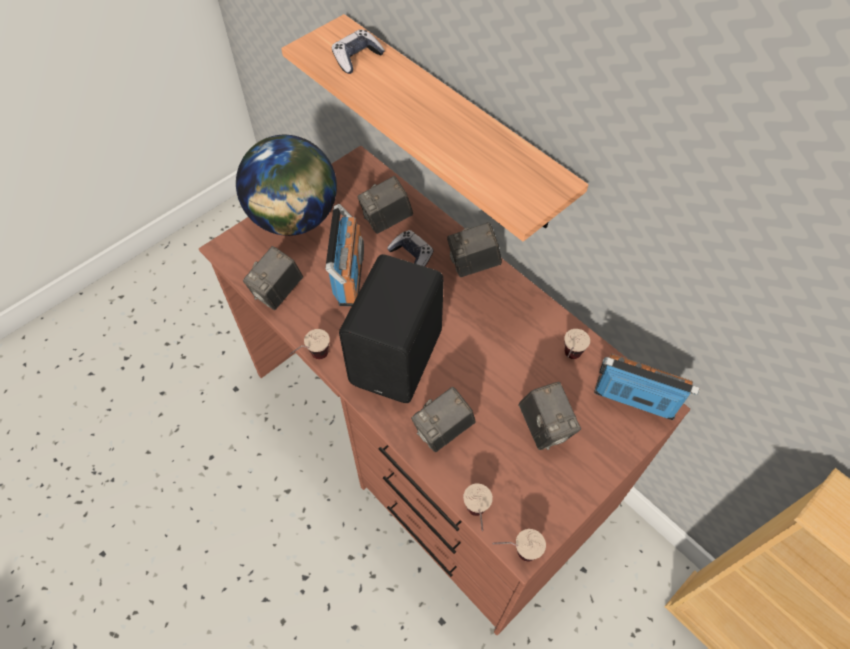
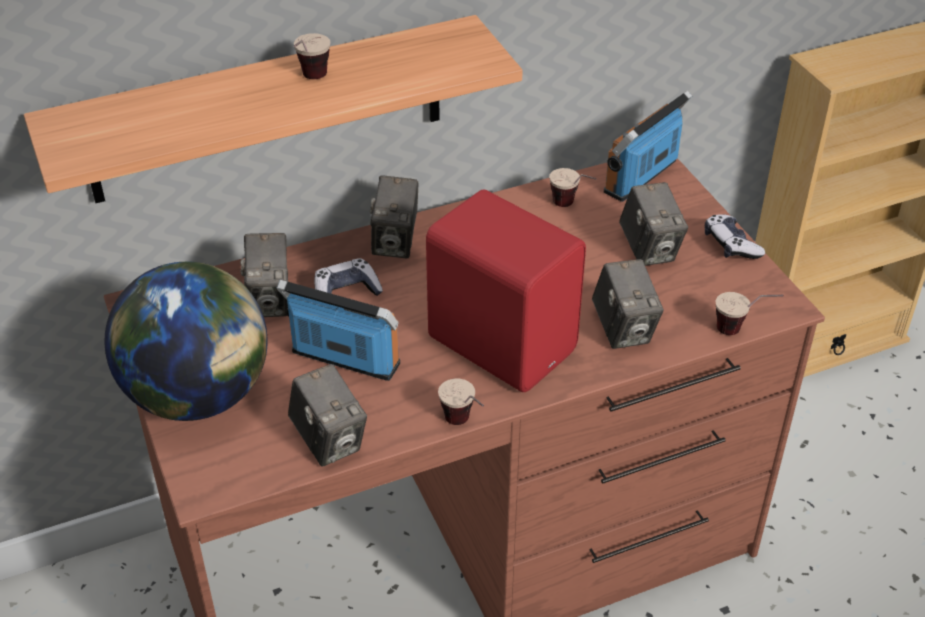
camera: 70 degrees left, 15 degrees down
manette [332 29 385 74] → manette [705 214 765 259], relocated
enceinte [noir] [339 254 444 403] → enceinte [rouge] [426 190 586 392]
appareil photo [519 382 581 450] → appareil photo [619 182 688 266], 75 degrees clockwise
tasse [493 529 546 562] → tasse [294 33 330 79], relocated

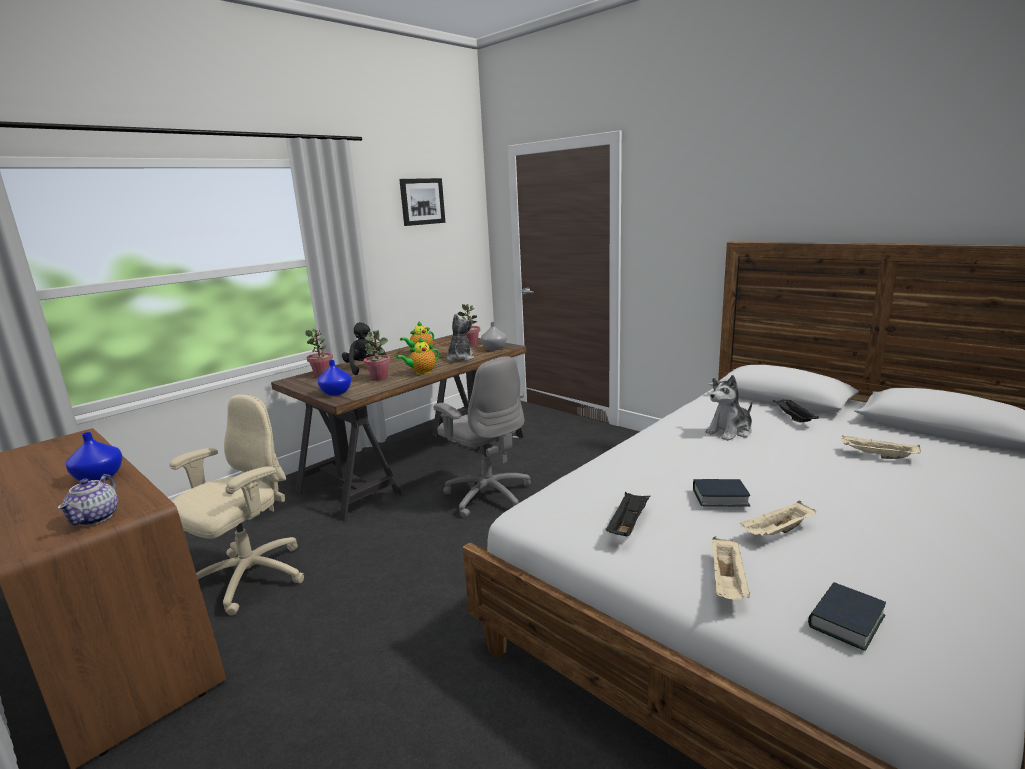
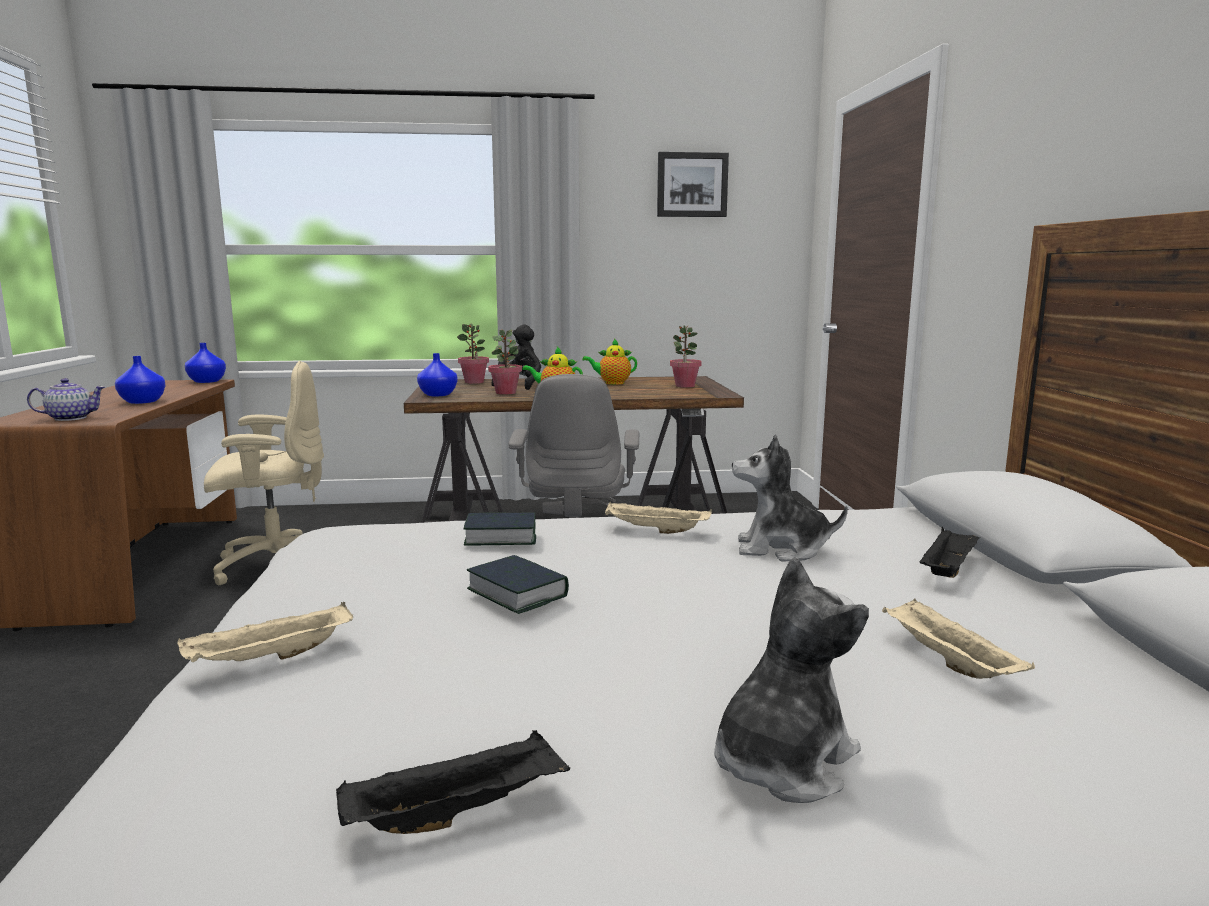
camera: 40 degrees right, 5 degrees down
peluche [447 314 474 361] → peluche [714 556 869 803], relocated
vase [gris] [481 322 507 351] → -
théière [57 474 118 526] → théière [27 378 105 421], 150 degrees counterclockwise
plateau [noir] [606 492 650 536] → plateau [noir] [336 730 570 834], relocated
plateau [beige] [740 501 816 537] → plateau [beige] [605 502 712 534], relocated
livre [808 582 886 651] → livre [464 512 536 545], relocated
- → vase [bleu] [185 343 226 383]

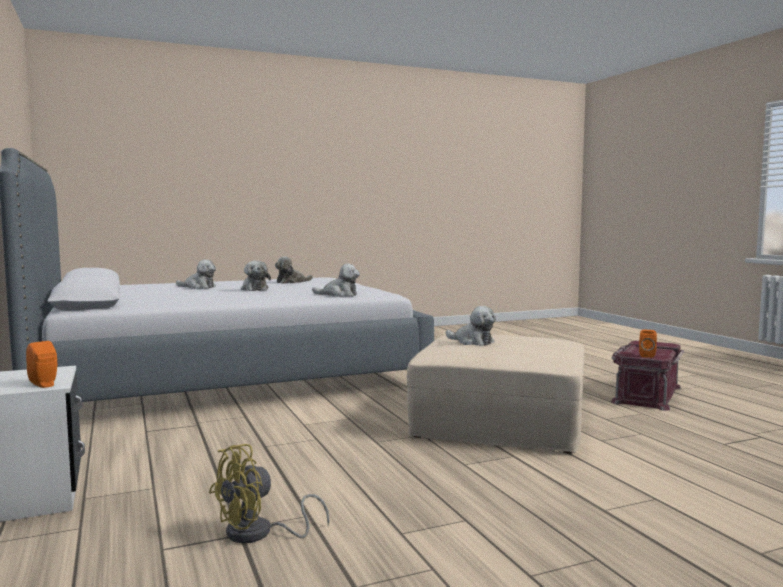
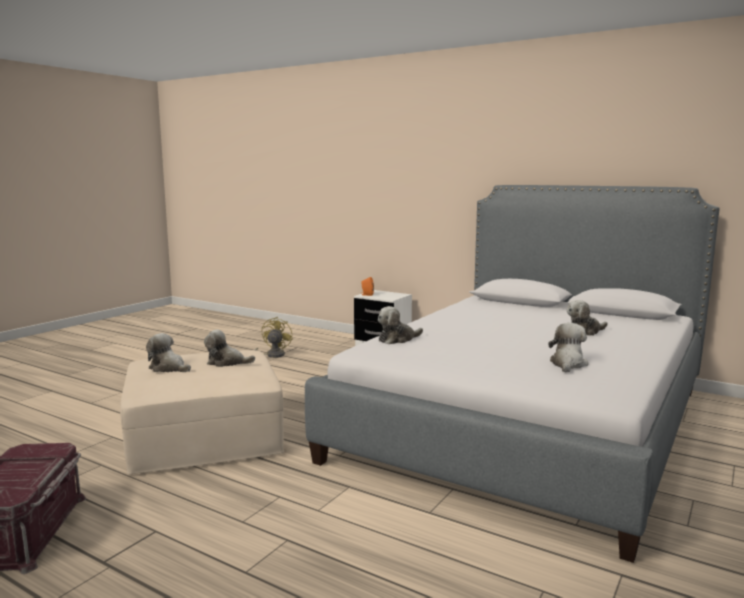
camera: 145 degrees right, 5 degrees up
peluche [241 261 271 291] → peluche [146 333 191 372], relocated
enceinte [orange] [639 330 657 358] → -

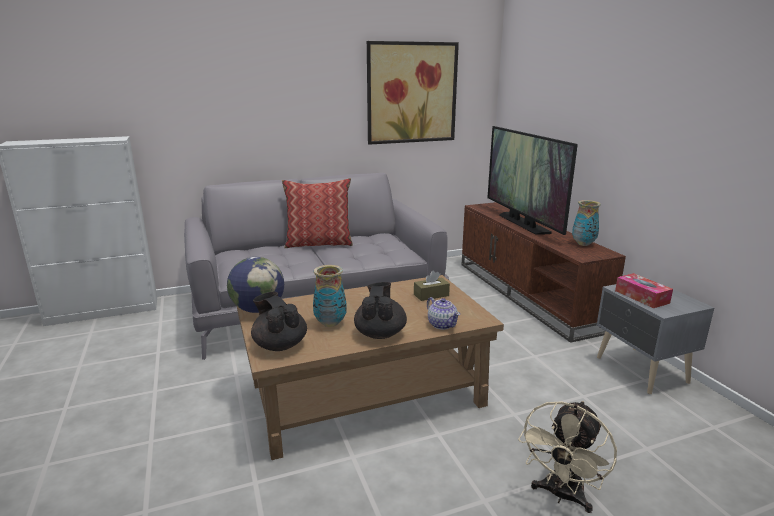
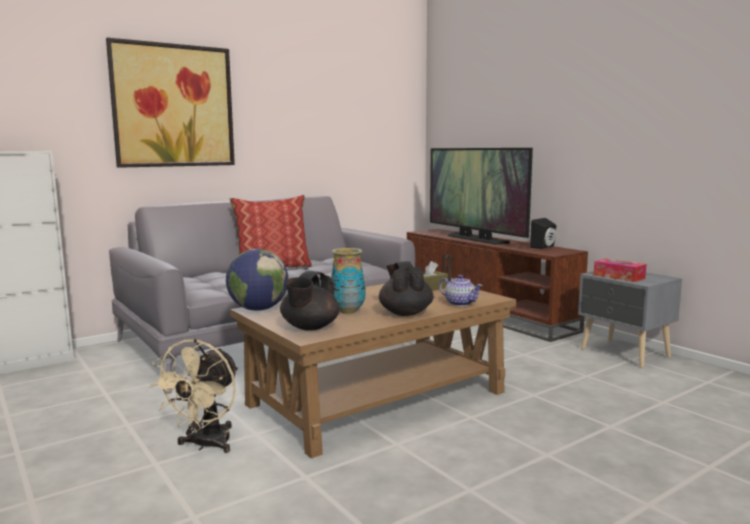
camera: 15 degrees left, 10 degrees down
tableau [367 41 459 145] → tableau [106 37 235 168], relocated
vase [572 200 601 246] → enceinte [noir] [530 218 556 249]
théière [noir] [251 292 307 351] → théière [noir] [280 271 340 331], 105 degrees counterclockwise
ventilateur [beige] [518 401 617 513] → ventilateur [beige] [149 339 239 453], relocated

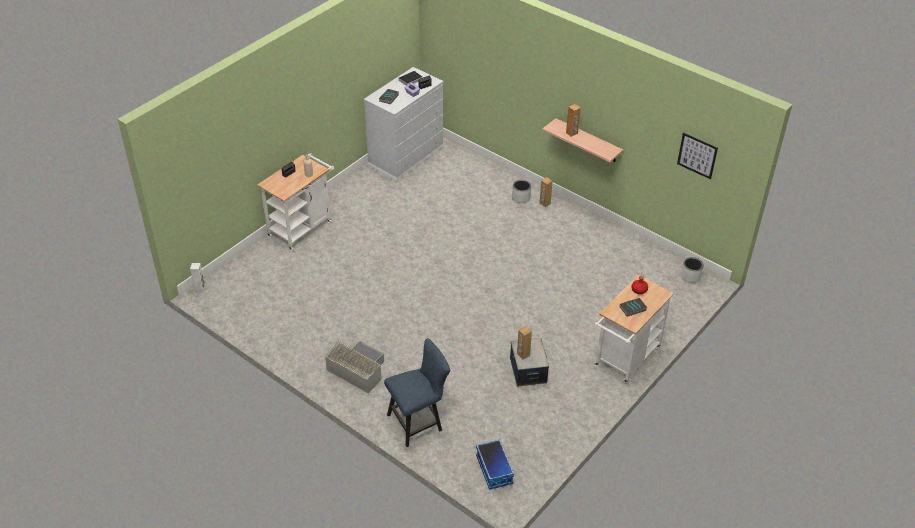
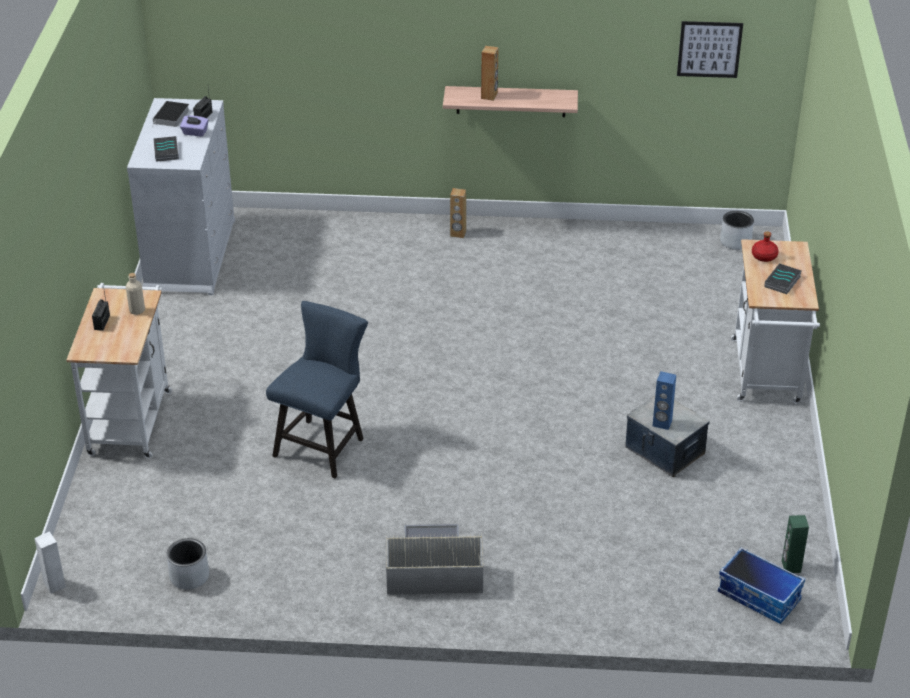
camera: 35 degrees left, 5 degrees down
cache-pot [gris] [512 180 531 203] → cache-pot [gris] [167 538 209 589], relocated
enceinte [marron] [517 326 532 360] → enceinte [bleu] [653 371 676 430]
chaise [bleu] [384 338 450 447] → chaise [bleu] [266 301 368 478], relocated
- → enceinte [vert] [782 515 809 573]

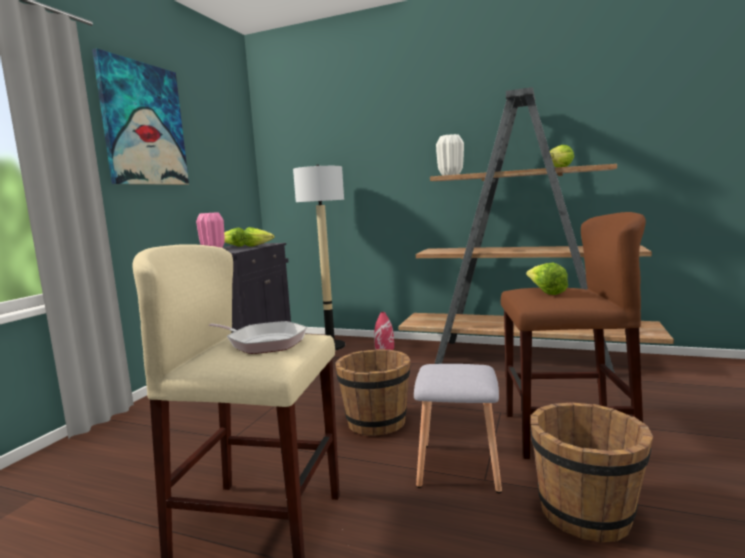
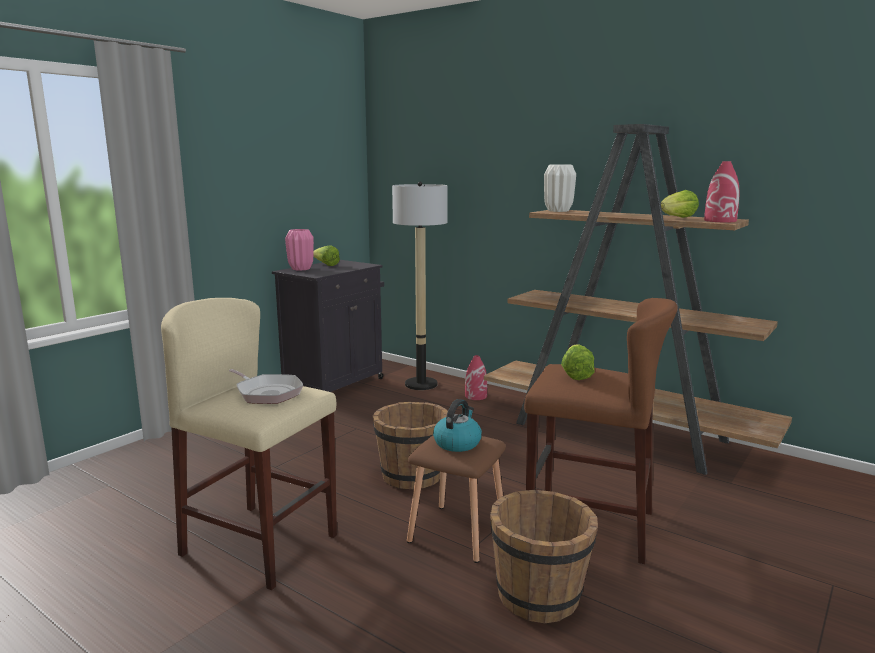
camera: 15 degrees right, 5 degrees up
tableau [92 48 189 185] → -
laitue [243 227 275 247] → -
tabouret [gris] [414 364 502 493] → tabouret [marron] [407 435 506 563]
- → vase [rouge] [704 161 740 222]
- → bouilloire [433 399 482 452]

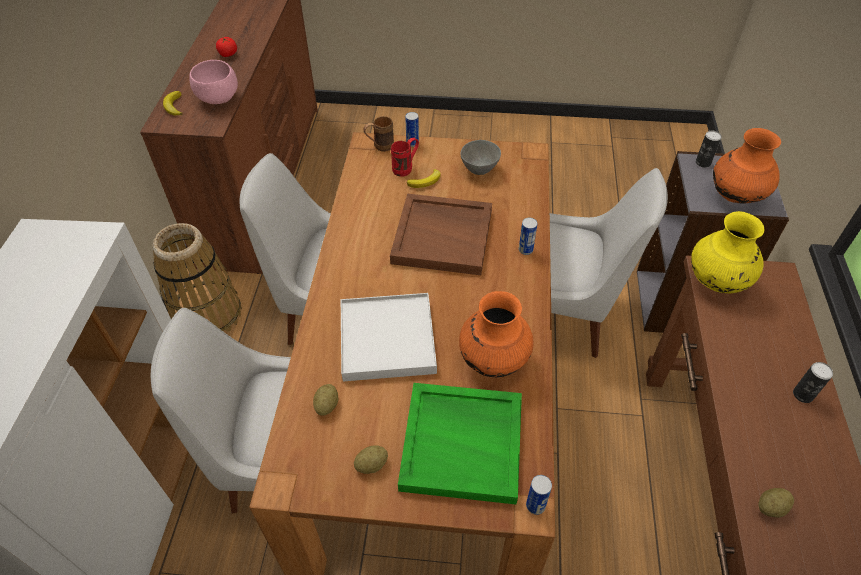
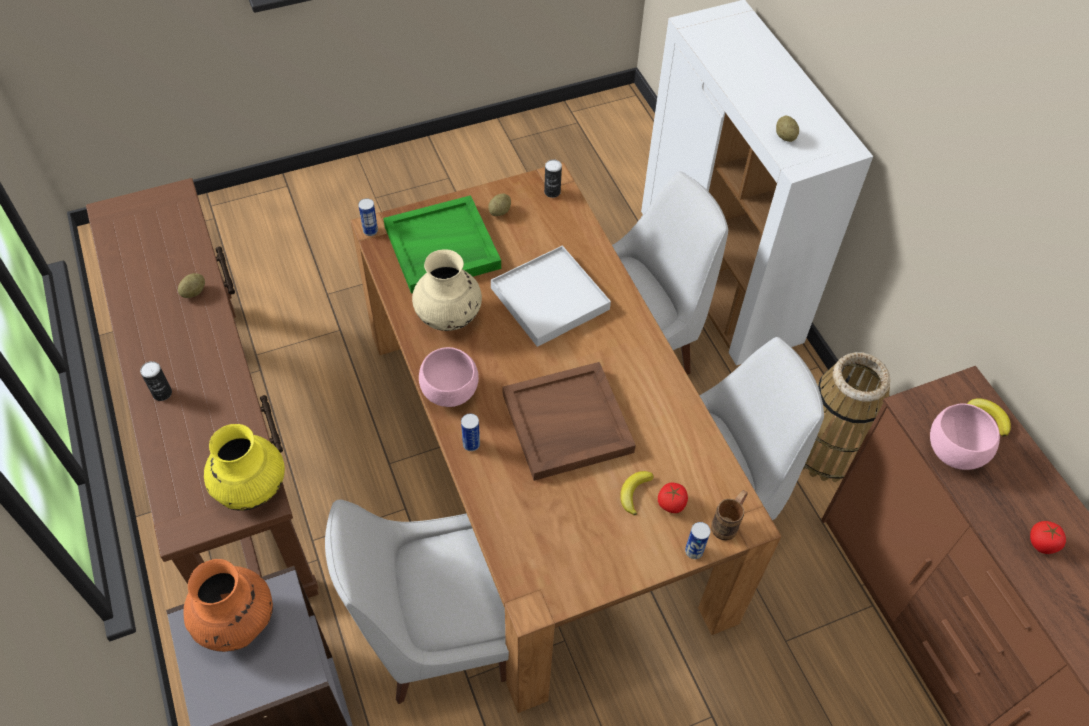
camera: 150 degrees right, 5 degrees up
boîte métallique [696 131 722 168] → boîte métallique [544 159 562 198], relocated
mug [rouge] [391 138 419 177] → tomate [658 482 688 513]
bol [gris] [460 140 501 175] → -
vase [orange] [459 291 533 377] → vase [beige] [412 249 482 331]
pomme de terre [313 384 338 416] → pomme de terre [776 116 799 142], relocated
- → bol [rose] [419 347 479 407]

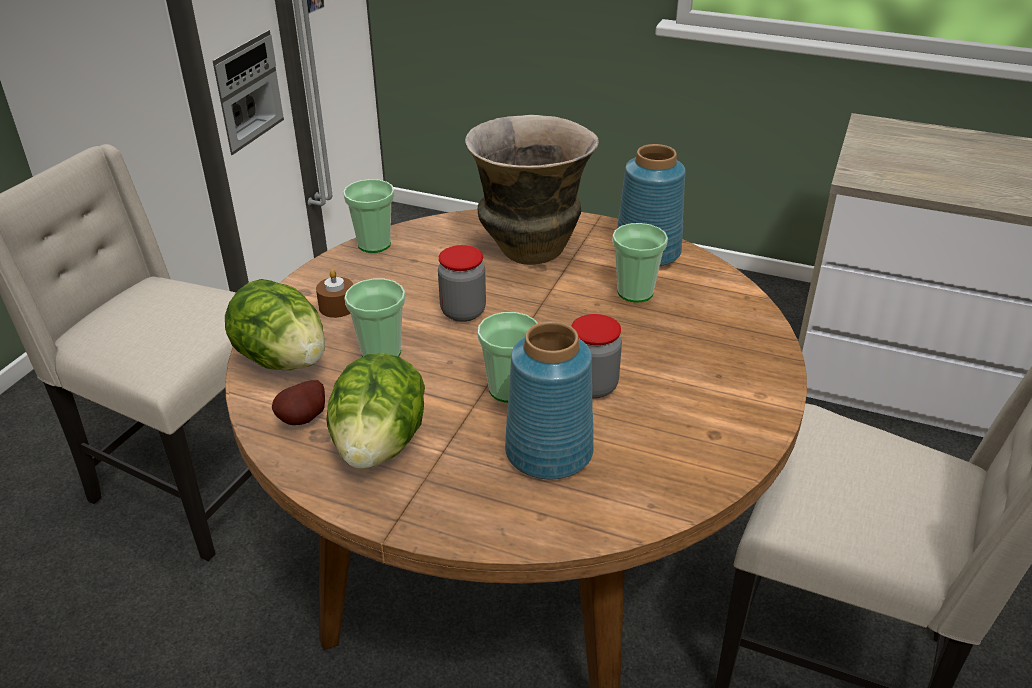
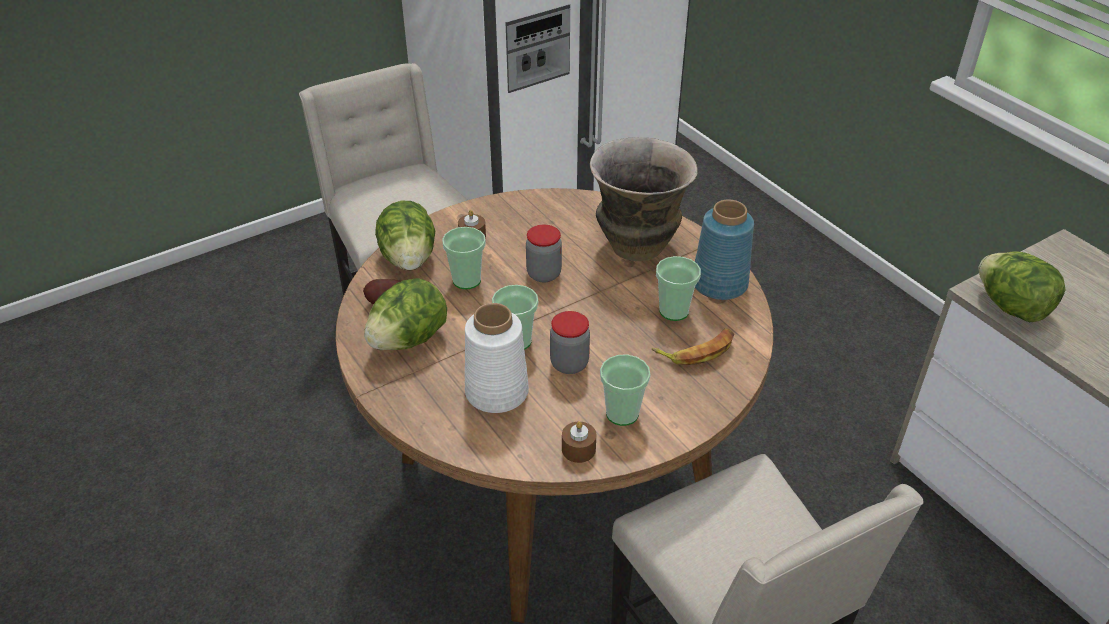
camera: 35 degrees right, 5 degrees up
tasse [343 179 395 253] → tasse [600 354 651 426], relocated
vase [bleu] [505 321 594 479] → vase [blanc] [465 303 529 413]
- → laitue [978 251 1065 322]
- → banane [652 328 734 365]
- → bougie [marron] [562 421 596 463]

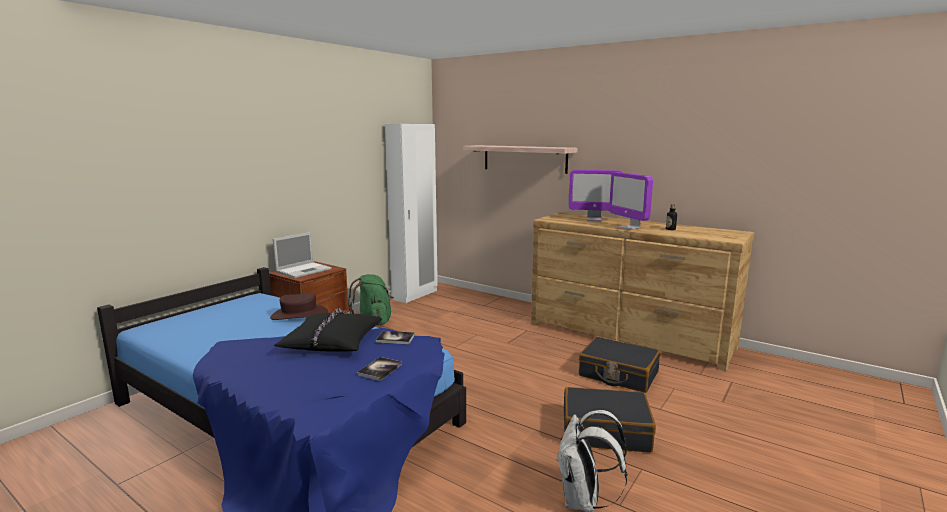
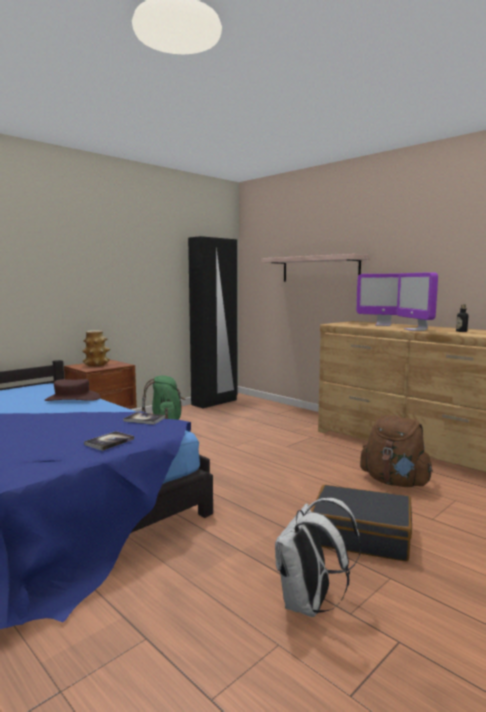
camera: 10 degrees right, 5 degrees down
armoire [blanc] [385 124 438 303] → armoire [noir] [188 236 237 408]
ordinateur portable [273 232 332 278] → vase [82 330 110 367]
coussin [noir] [274 308 382 352] → -
valise [noir] [579 337 660 393] → sac à dos [marron] [360 415 433 487]

